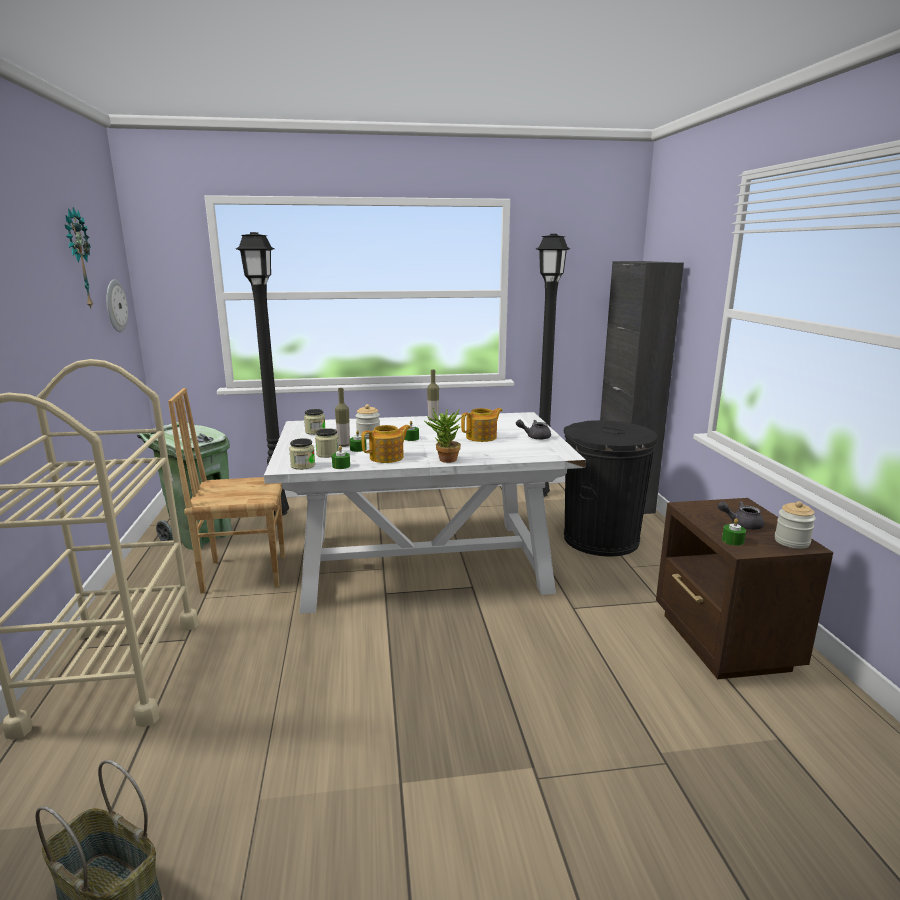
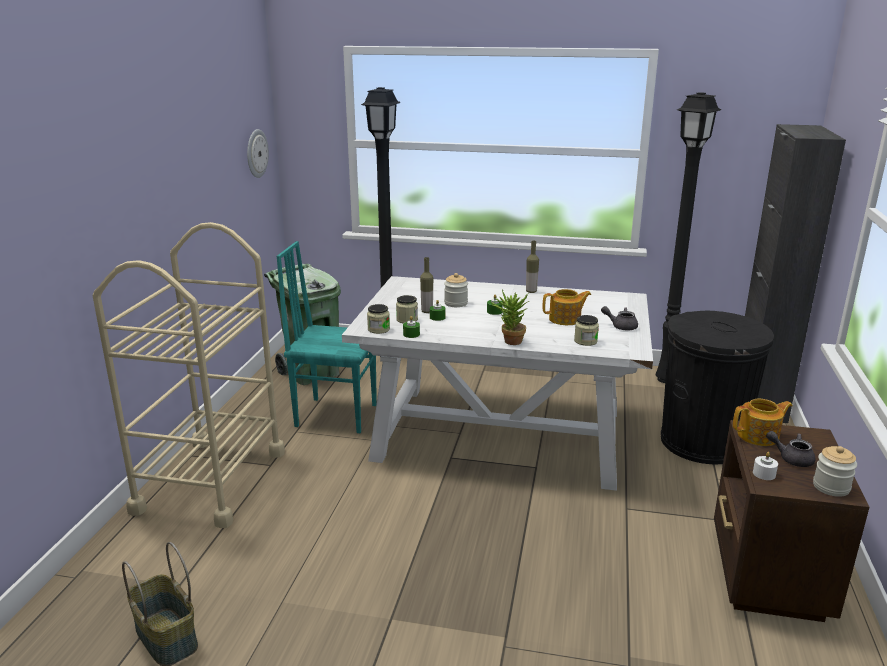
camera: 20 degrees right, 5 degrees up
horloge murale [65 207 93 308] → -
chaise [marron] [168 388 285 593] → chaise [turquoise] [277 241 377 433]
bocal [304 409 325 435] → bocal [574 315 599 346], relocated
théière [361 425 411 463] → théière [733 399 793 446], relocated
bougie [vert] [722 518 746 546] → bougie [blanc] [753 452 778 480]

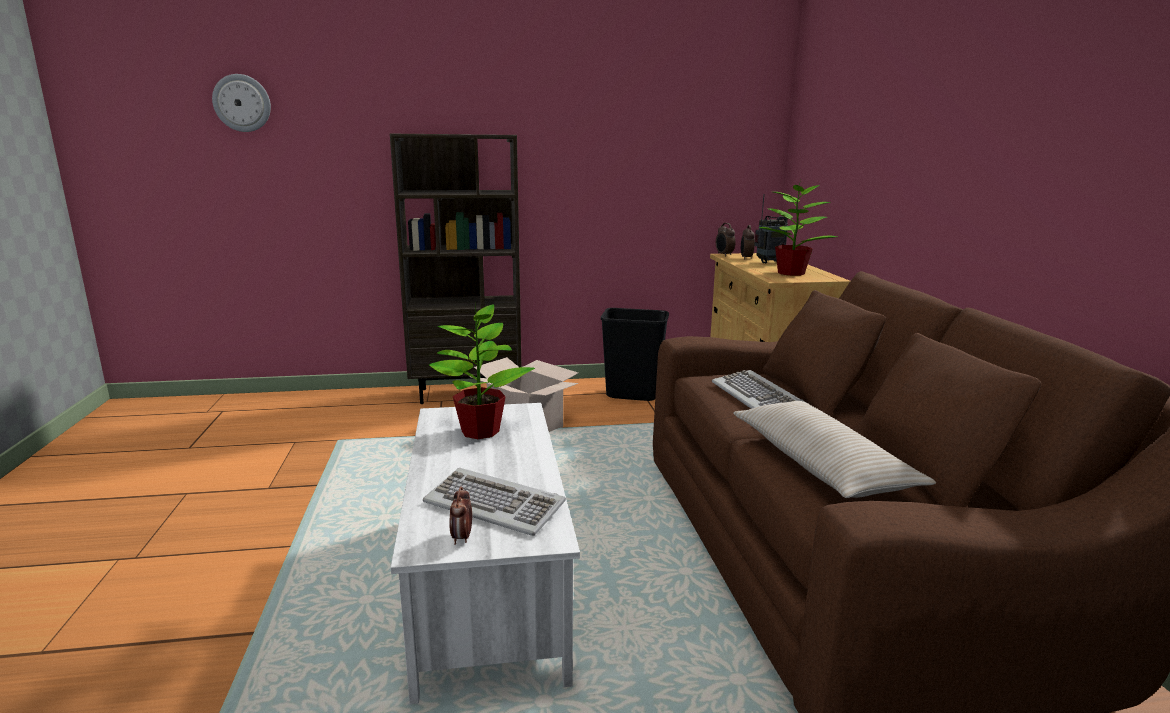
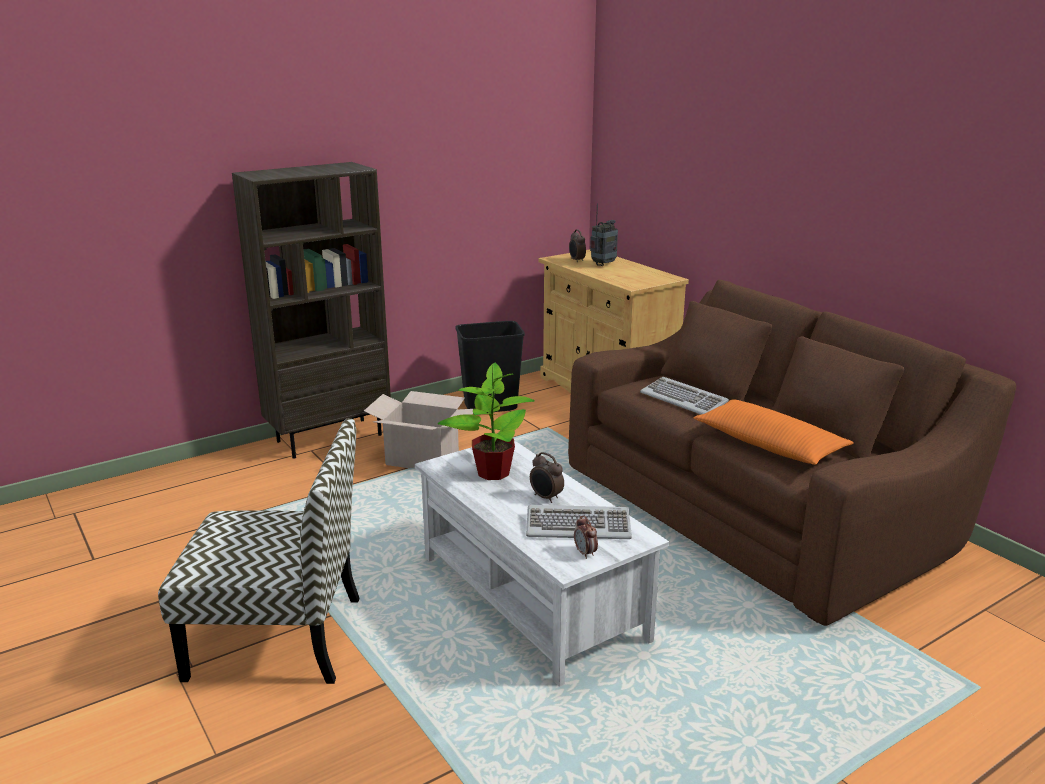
camera: 25 degrees left, 5 degrees up
horloge murale [212 74 271 132] → -
plante en pot [759 180 837 276] → -
réveil [716 223 736 256] → réveil [530 452 564 503], relocated
coussin [beige] [733 401 936 498] → coussin [orange] [694 399 854 465]
- → chaise [158 418 359 684]

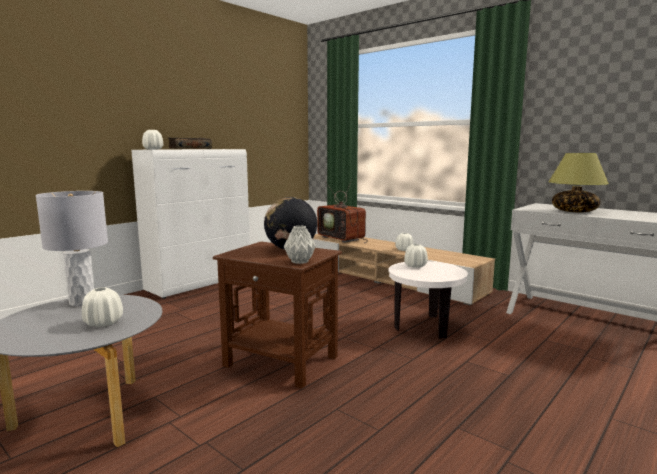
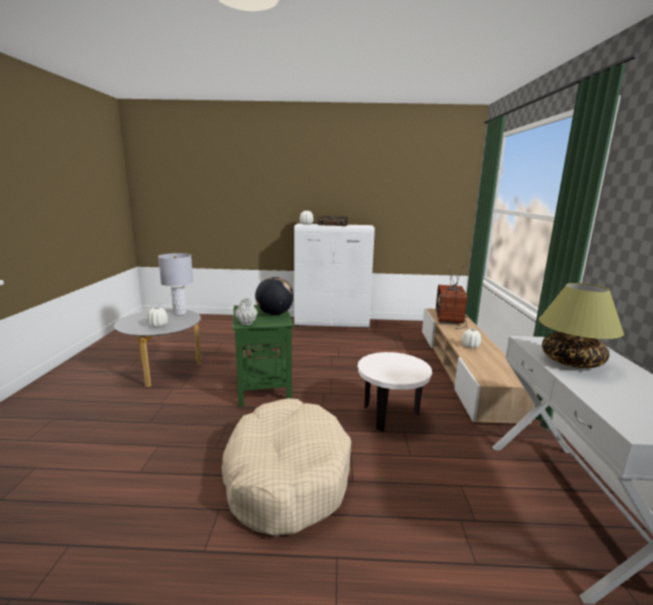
camera: 50 degrees right, 5 degrees up
table d'appoint [marron] [213 242 342 388] → table d'appoint [vert] [232 305 294 406]
vase [blanc] [404 244 428 268] → -
- → panier pour chien [beige] [222 398 351 536]

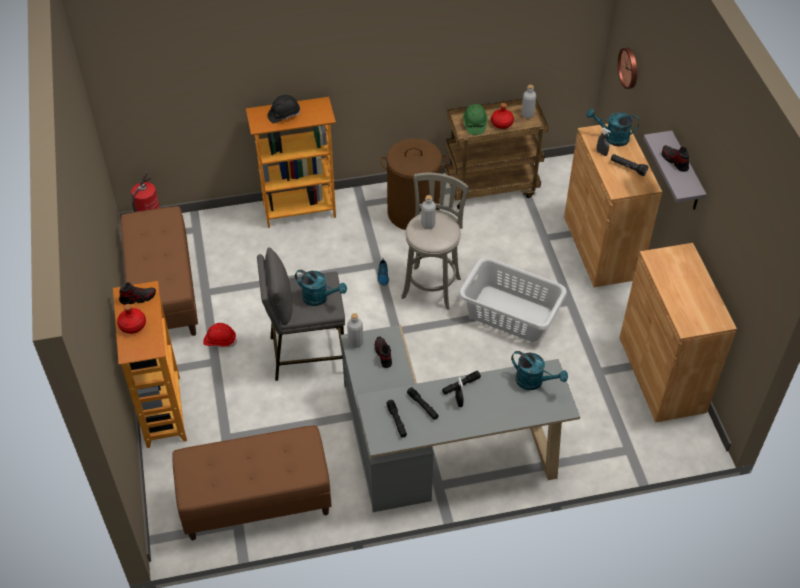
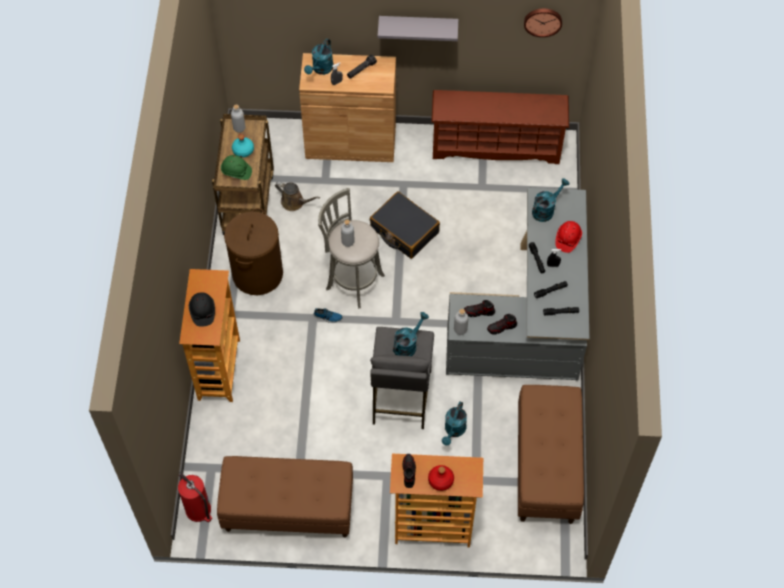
camera: 75 degrees left, 10 degrees up
horloge murale [618 48 637 89] → horloge murale [524 9 562 37], relocated
bouteille [rouge] [491 103 514 129] → bouteille [turquoise] [232 134 254 158]
chaussure [662 145 689 172] → chaussure [487 314 517 335], relocated
meuble de rangement [marron] [619 243 737 423] → étagère à chaussures [marron] [431 90 569 164]
panier à linge [gris] [459 257 567 342] → valise [noir] [370 191 440 259]
casque de chantier [rouge] [203 323 237 347] → casque de chantier [rouge] [555 221 582 253], relocated
- → arrosoir [marron] [275 182 320 211]
- → arrosoir [turquoise] [442 402 467 445]

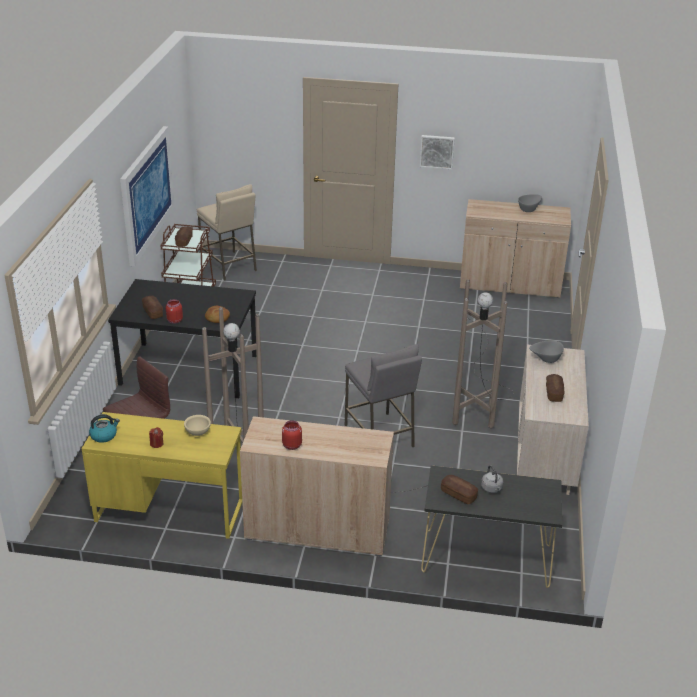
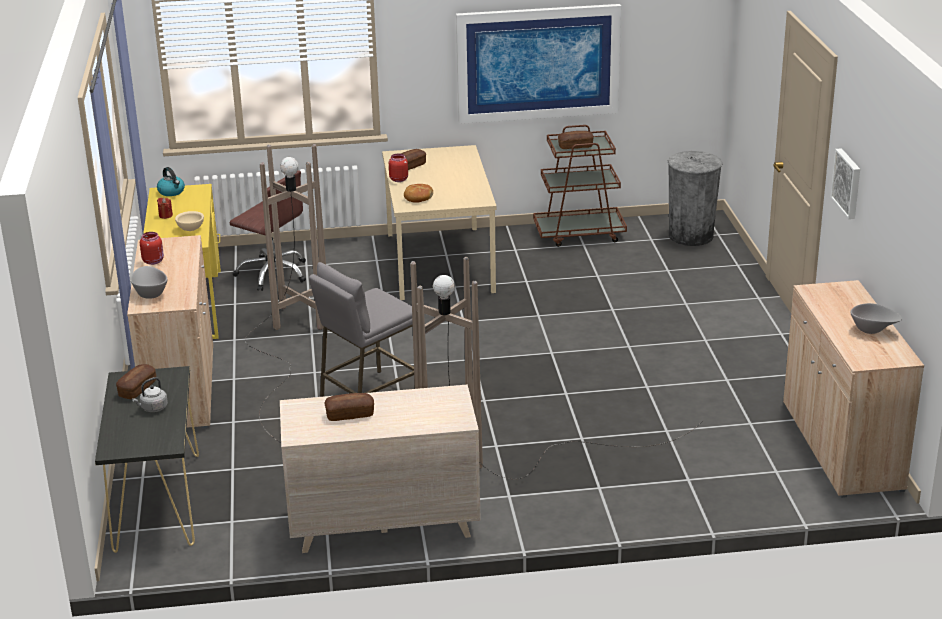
camera: 75 degrees right, 5 degrees down
tabouret [beige] [197 184 257 281] → poubelle [gris] [668 151 723 246]
table à manger [noir] [108 279 256 398] → table à manger [beige] [382 145 497 300]
bol [gris] [529 340 564 363] → bol [gris] [131 266 168 299], relocated

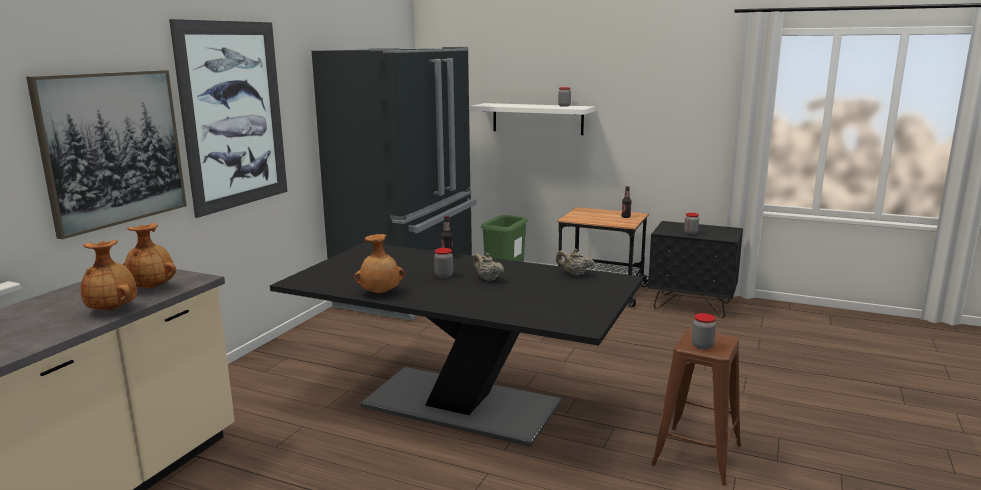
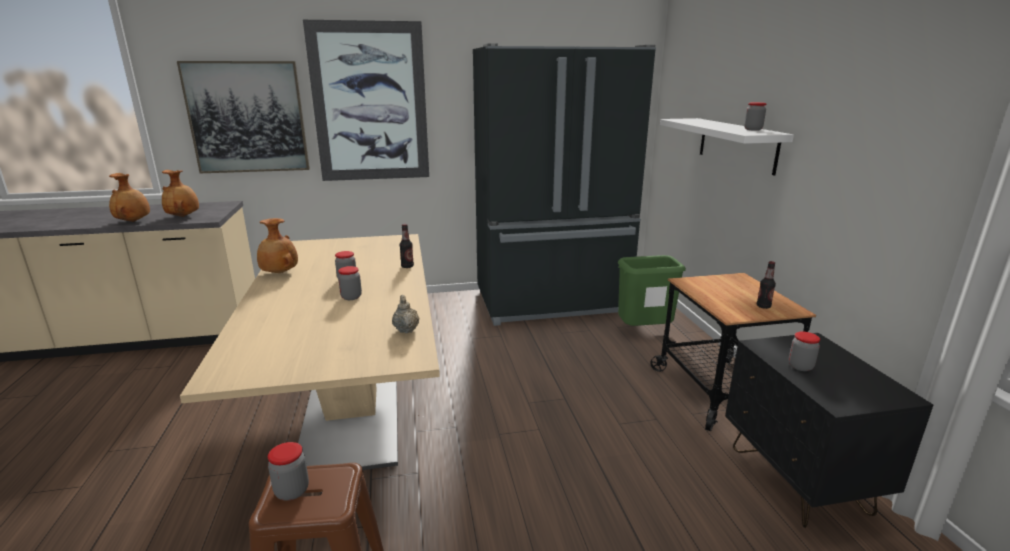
camera: 55 degrees right, 5 degrees up
table à manger [noir] [270 242 643 446] → table à manger [beige] [180 234 440 470]
théière [beige] [473 253 504 281] → bocal [338 266 362 300]

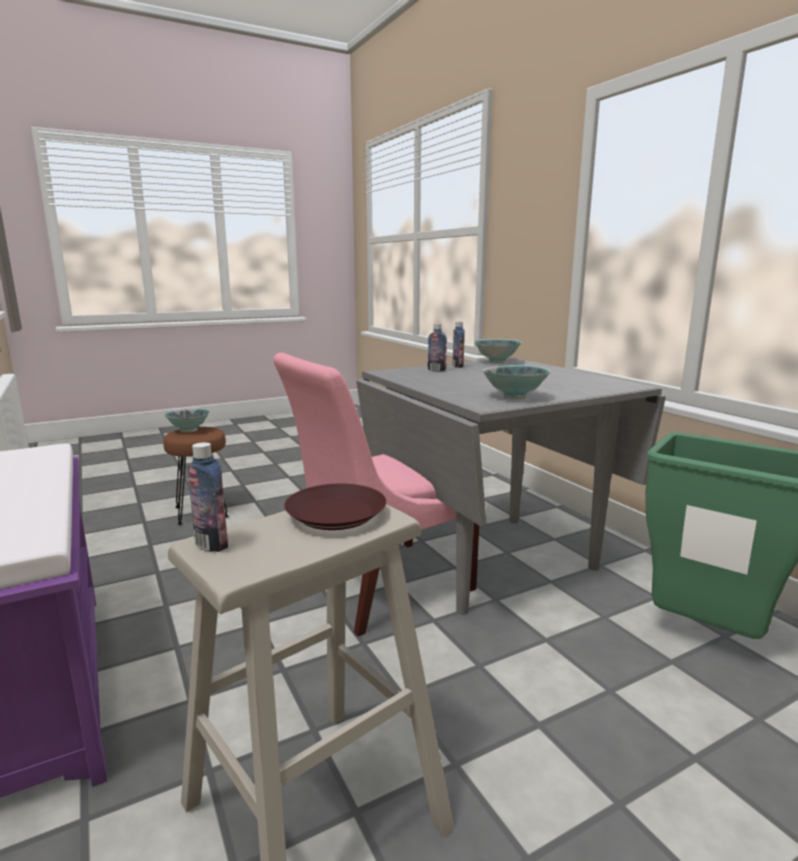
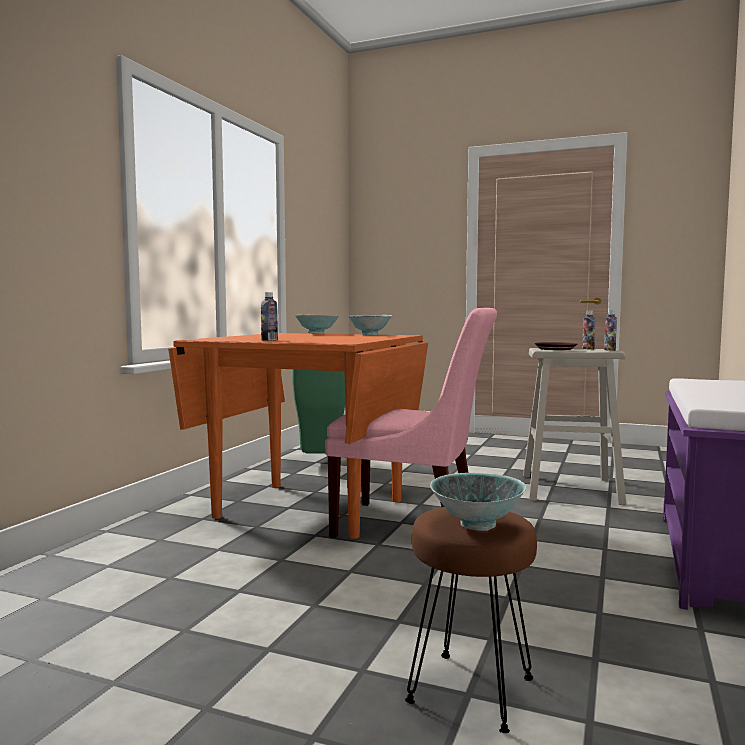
camera: 130 degrees left, 10 degrees down
bouteille [427 324 447 371] → bouteille [582 311 595 350], relocated
bol [474 339 522 364] → bol [295 315 339 334], relocated
table à manger [gris] [356 358 666 615] → table à manger [orange] [168 333 428 539]

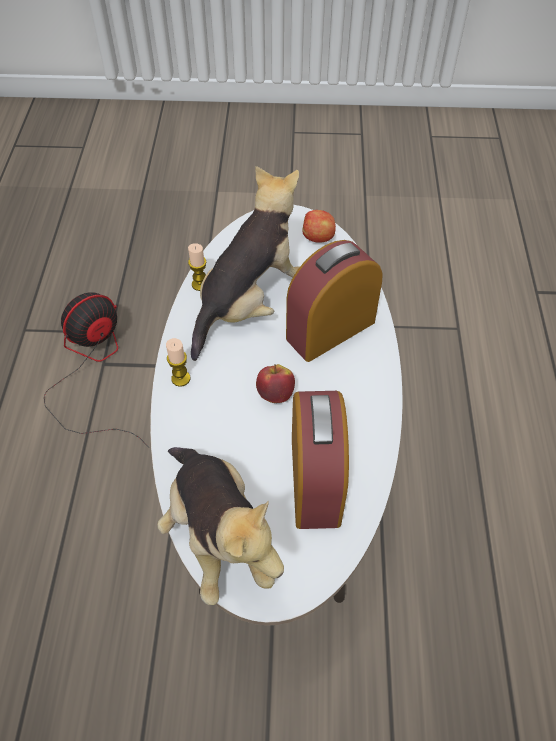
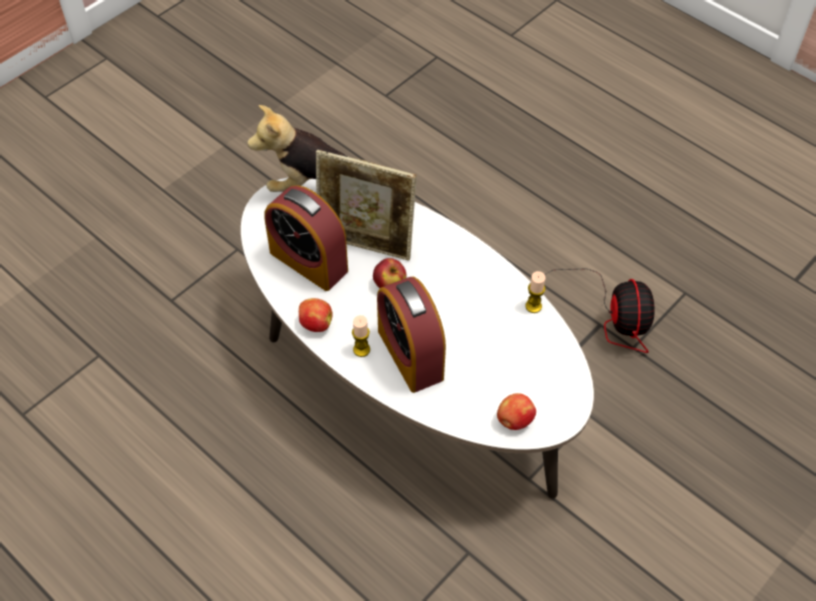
camera: 130 degrees right, 0 degrees up
peluche [191 166 300 361] → -
réveil [286 240 382 362] → réveil [377 277 446 393], 150 degrees clockwise
bougie [166 338 190 387] → bougie [352 315 370 357], relocated
- → cadre photo [316 150 417 261]
- → pomme [299 298 333 332]

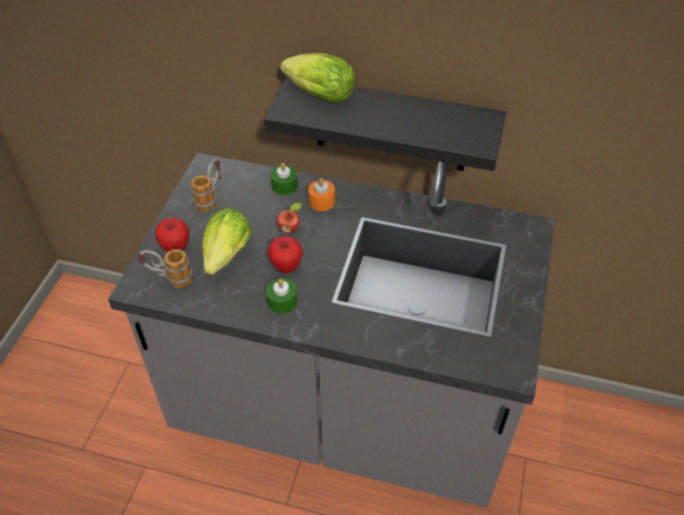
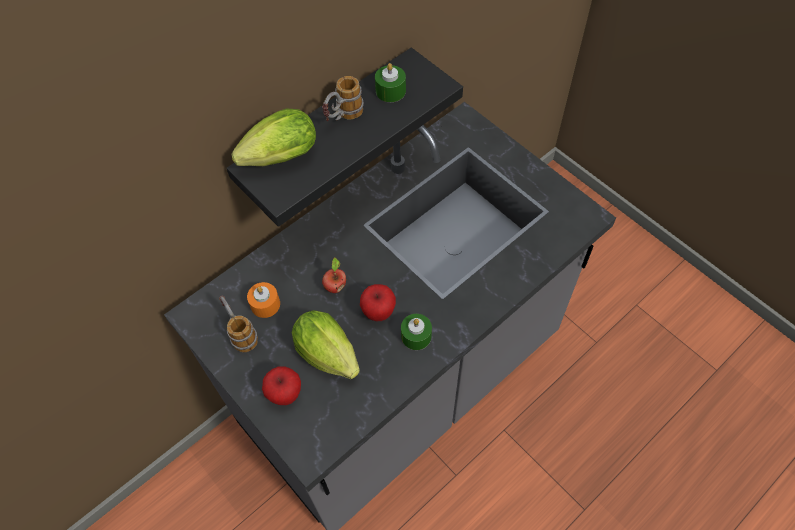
camera: 55 degrees left, 10 degrees up
bougie [vert] [271 163 298 195] → bougie [vert] [375 63 406 102], relocated
bougie [orange] [308 178 335 211] → bougie [orange] [247 282 280 318], relocated
mug [138 249 193 288] → mug [322 76 364 121], relocated

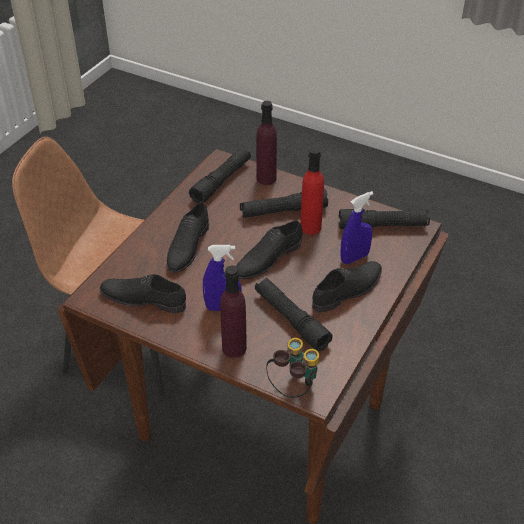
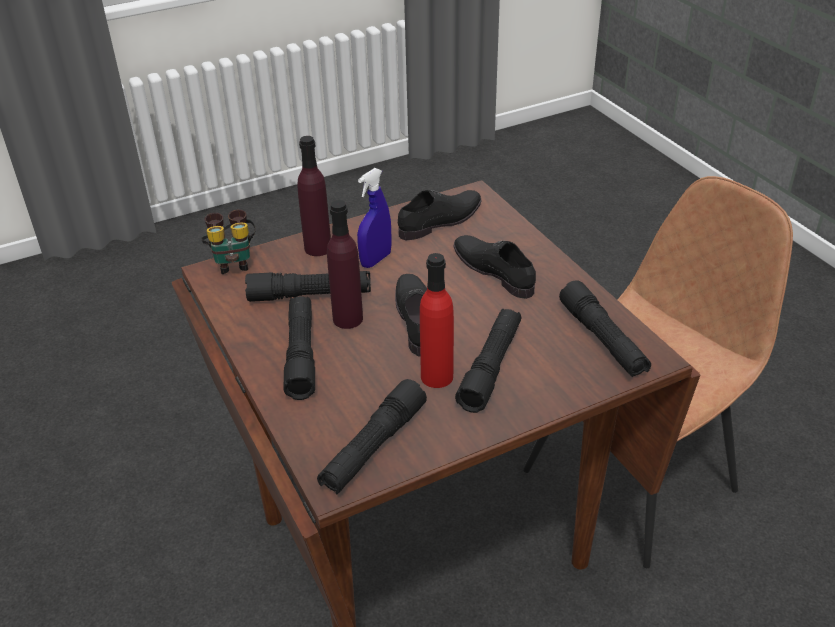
camera: 125 degrees right, 5 degrees down
bouteille [violet] [256 101 277 185] → bouteille [violet] [327 200 363 329], relocated
vaporisateur [bleu] [341 191 374 264] → -
chaussure [noir] [312 261 382 313] → lampe de poche [noir] [284 296 315 400]

